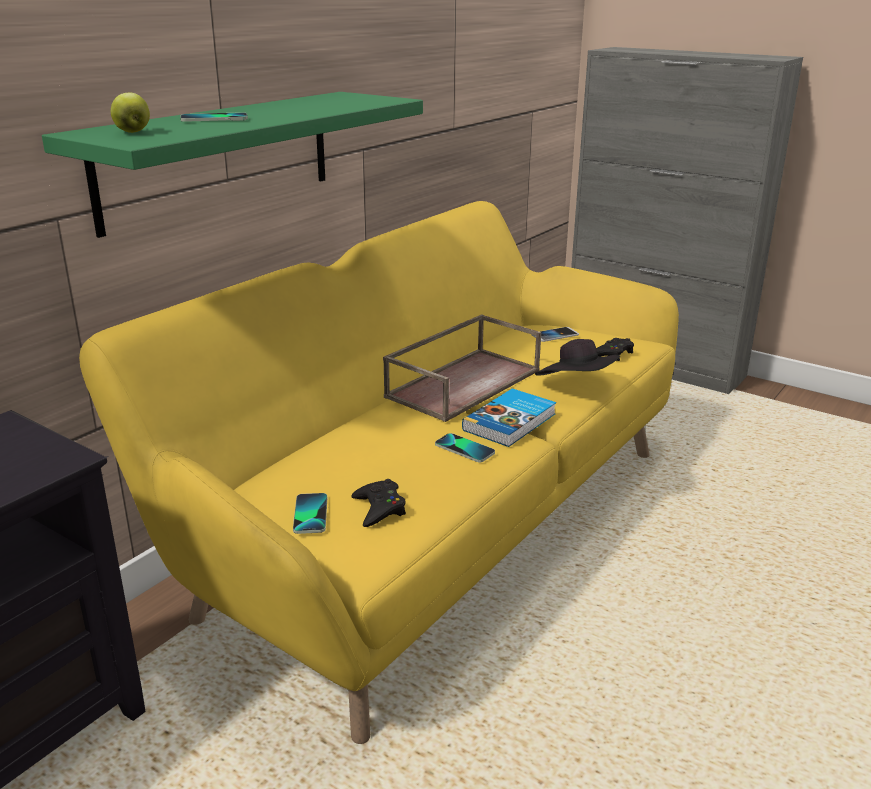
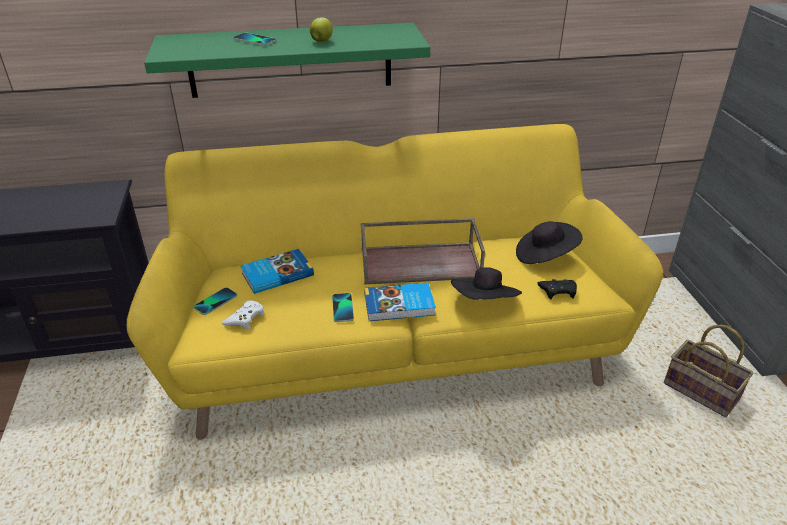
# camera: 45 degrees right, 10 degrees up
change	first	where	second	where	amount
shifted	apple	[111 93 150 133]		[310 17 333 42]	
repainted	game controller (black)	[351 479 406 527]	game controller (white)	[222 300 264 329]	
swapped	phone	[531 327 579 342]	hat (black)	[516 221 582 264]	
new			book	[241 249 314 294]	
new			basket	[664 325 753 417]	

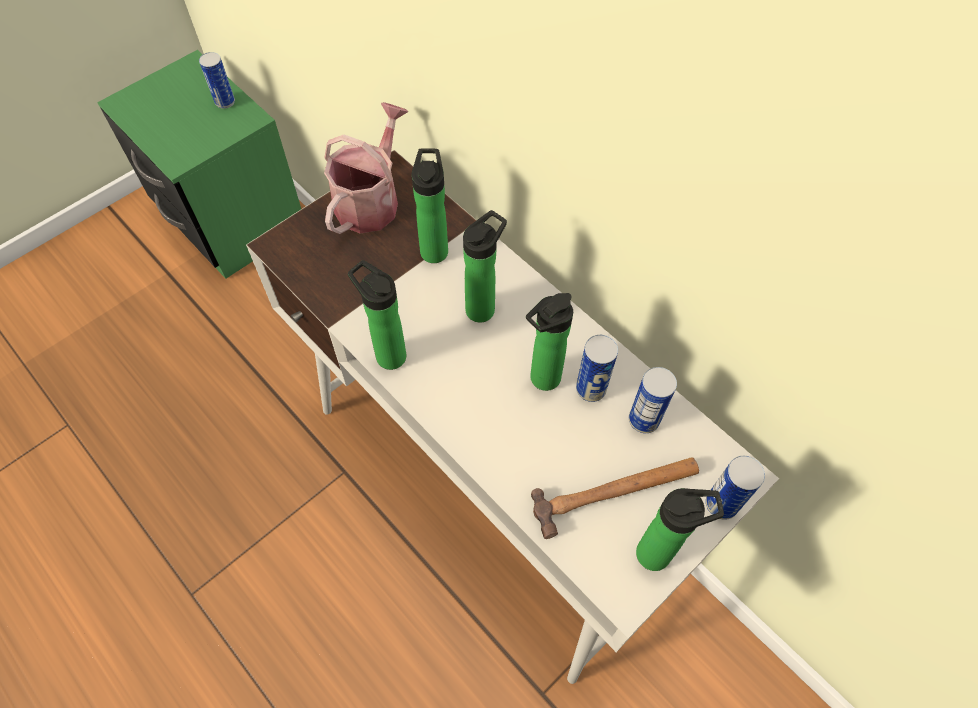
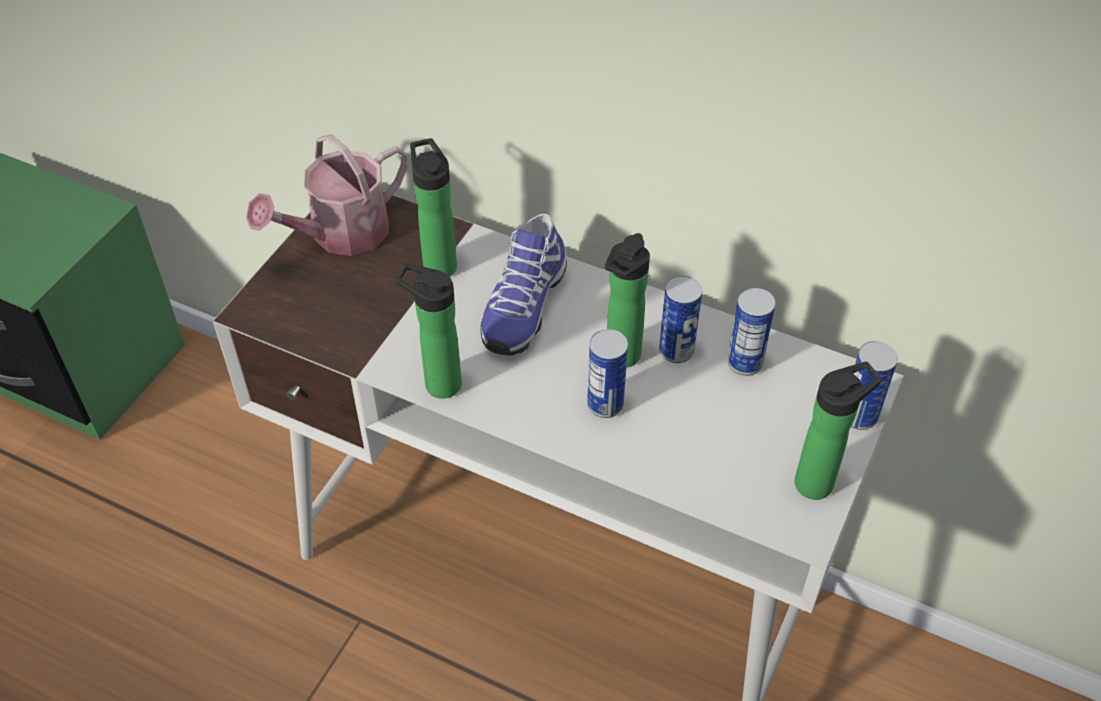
# camera: 20 degrees left, 10 degrees down
change	first	where	second	where	amount
shifted	can	[199 52 235 109]		[587 329 628 418]	
rotated	watering can	[324 102 409 234]		[246 134 408 256]	135 degrees counterclockwise
swapped	bottle	[463 210 507 323]	shoe	[480 213 567 355]	
gone	hammer	[531 457 699 539]			

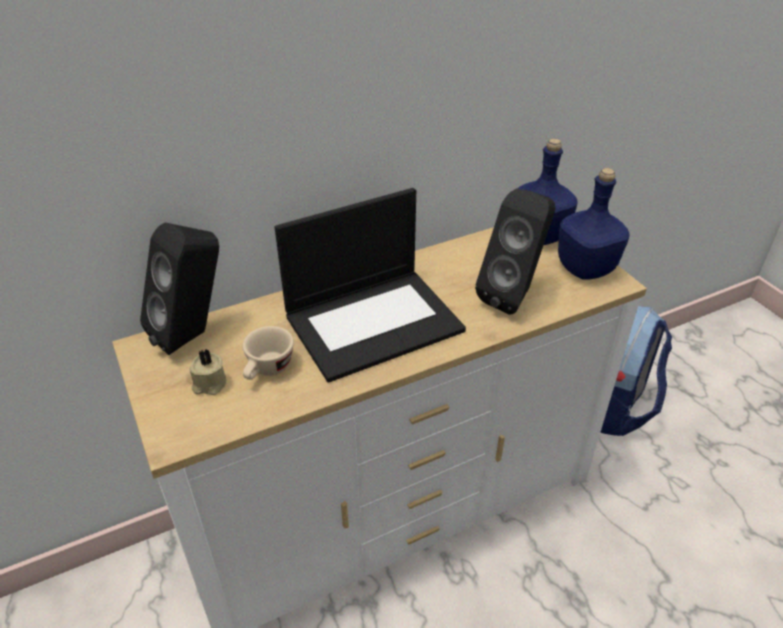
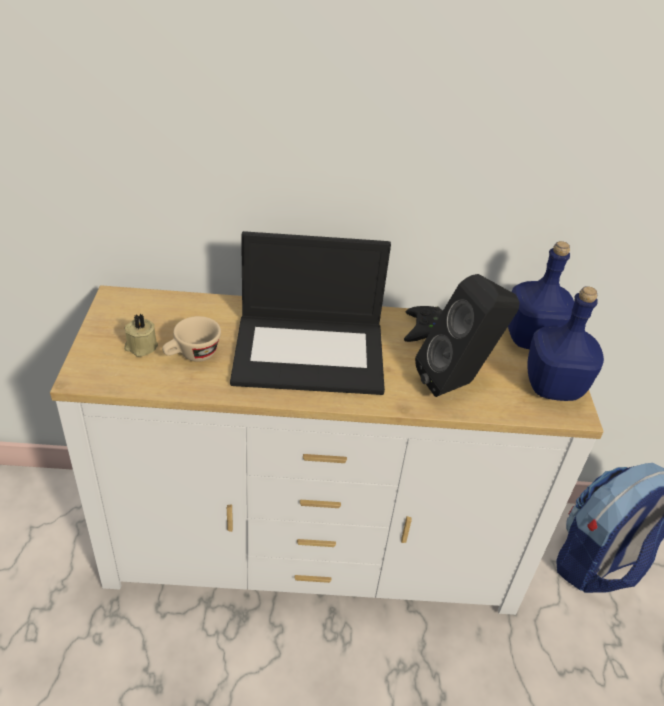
# camera: 25 degrees right, 0 degrees up
change	first	where	second	where	amount
gone	speaker (black)	[140 223 219 355]			
new			game controller (black)	[404 306 443 342]	

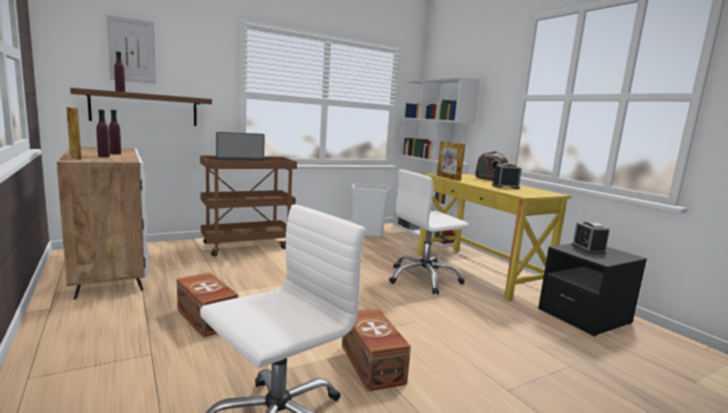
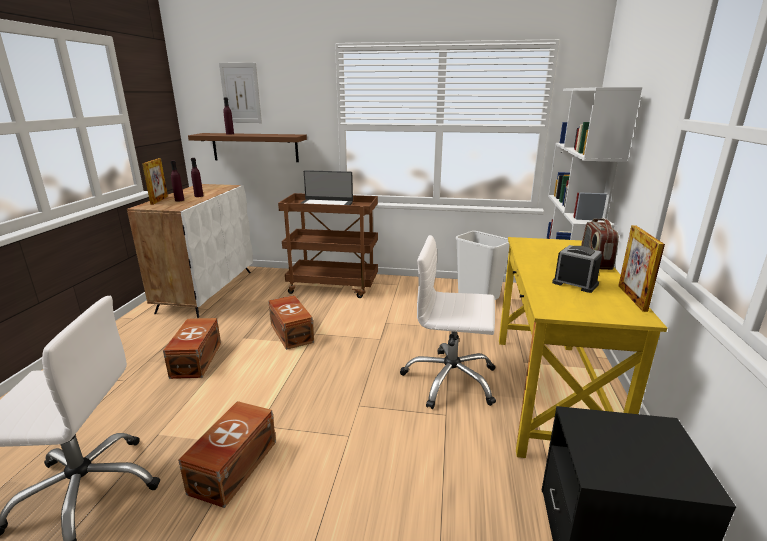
# camera: 40 degrees right, 10 degrees up
change	first	where	second	where	amount
shifted	picture frame	[437 141 465 181]		[618 225 665 312]	
gone	alarm clock	[572 222 610 254]			
new			storage box (brown)	[268 295 314 350]	

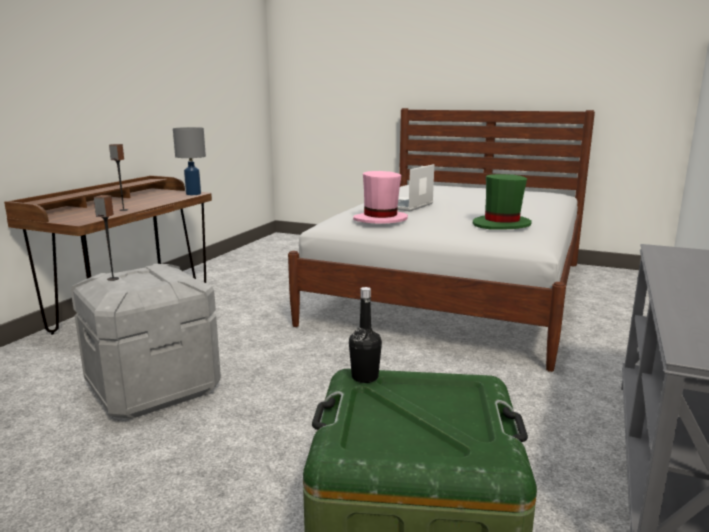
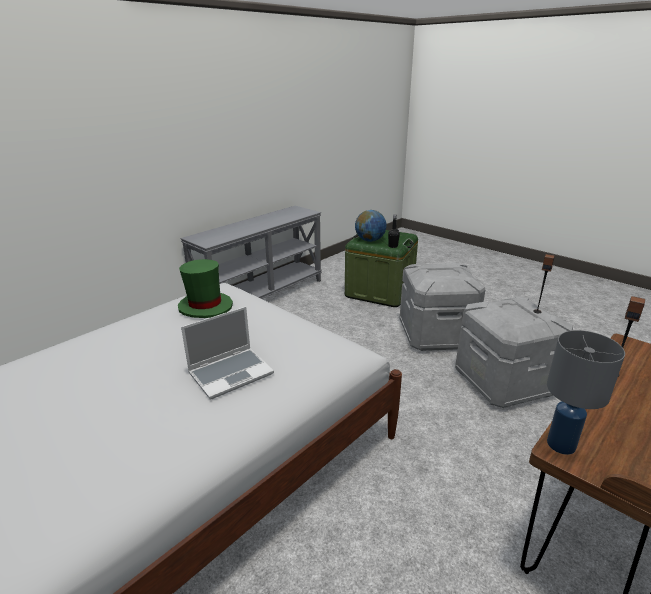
# camera: 160 degrees left, 10 degrees up
change	first	where	second	where	amount
gone	hat (pink)	[353 171 408 223]			
new			globe	[355 210 387 242]	
new			storage box (grey)	[399 262 485 351]	

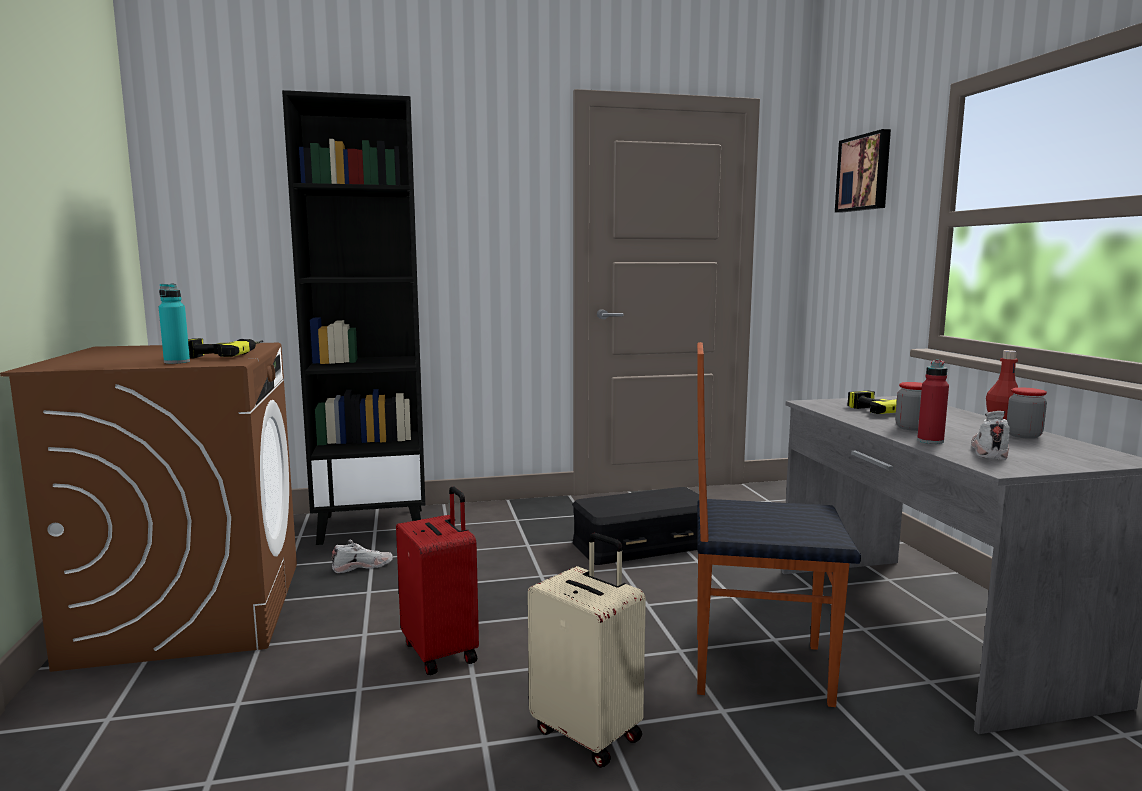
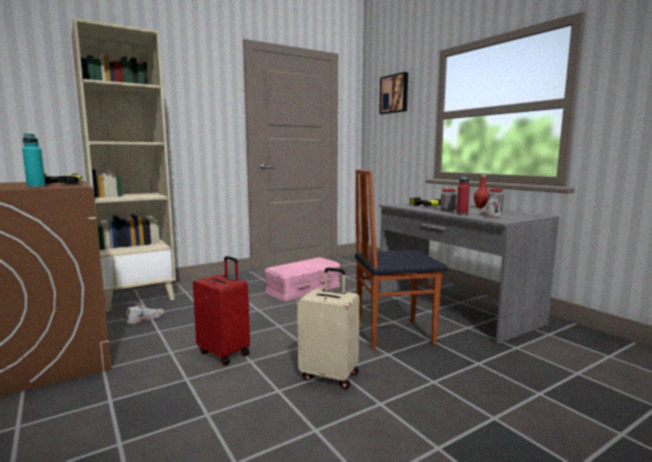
# camera: 20 degrees left, 0 degrees up
change	first	where	second	where	amount
repainted	bookcase (black)	[282 90 425 545]	bookcase (beige)	[71 18 176 312]	
repainted	storage box (black)	[572 487 699 565]	storage box (pink)	[265 257 340 301]	

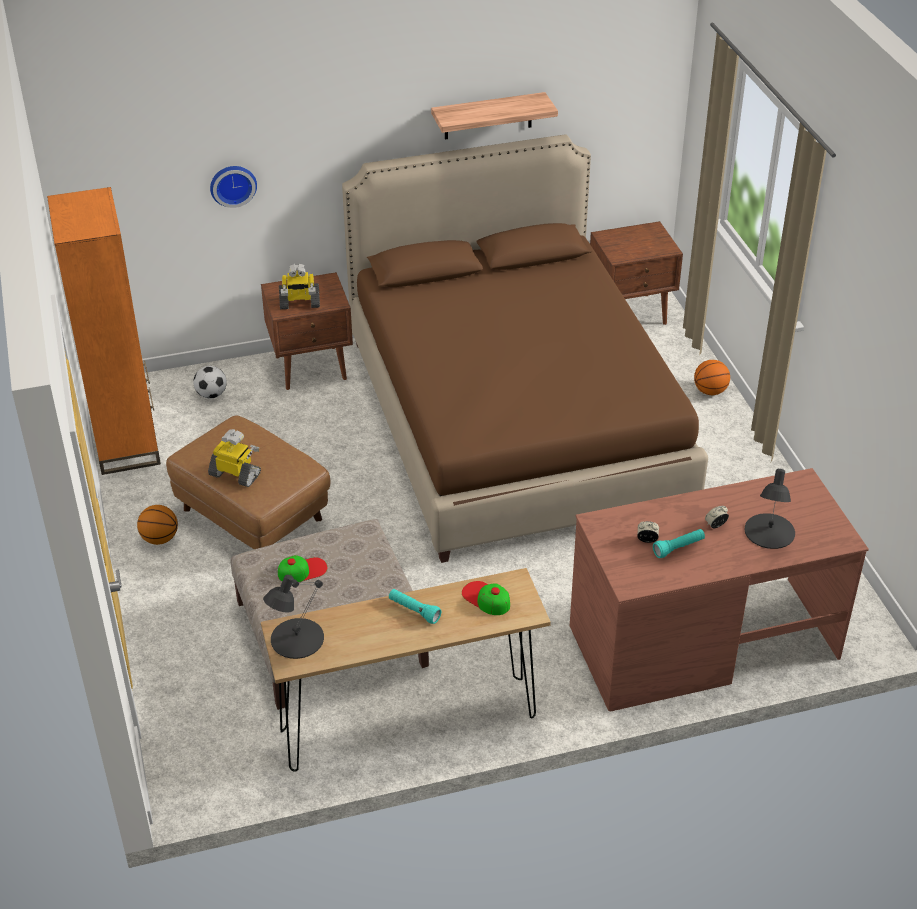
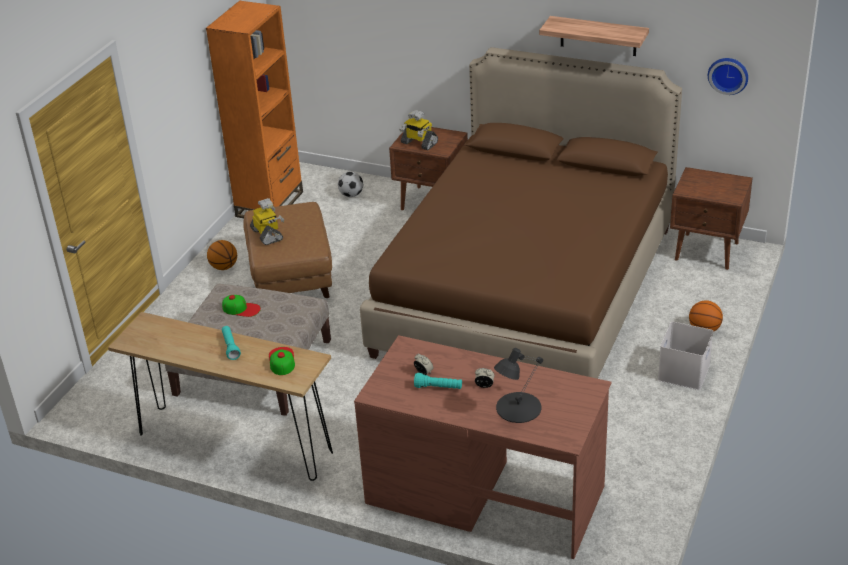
# camera: 40 degrees right, 5 degrees down
change	first	where	second	where	amount
shifted	wall clock	[210 166 257 208]		[708 58 748 95]	
gone	table lamp (black)	[263 575 324 659]			
new			storage box (white)	[658 321 713 390]	

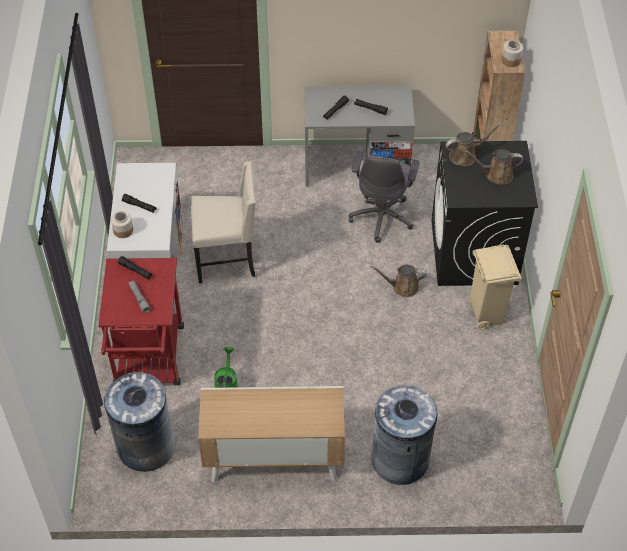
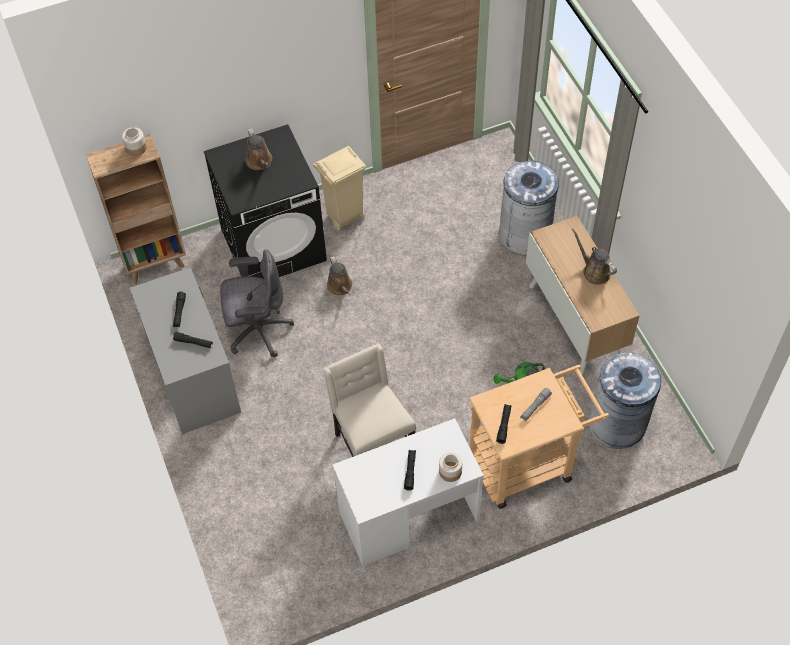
# camera: 110 degrees left, 5 degrees up
change	first	where	second	where	amount
repainted	cart (red)	[99 258 184 385]	cart (beige)	[469 365 609 509]	
shifted	watering can (brown)	[445 123 502 166]		[572 228 617 285]	

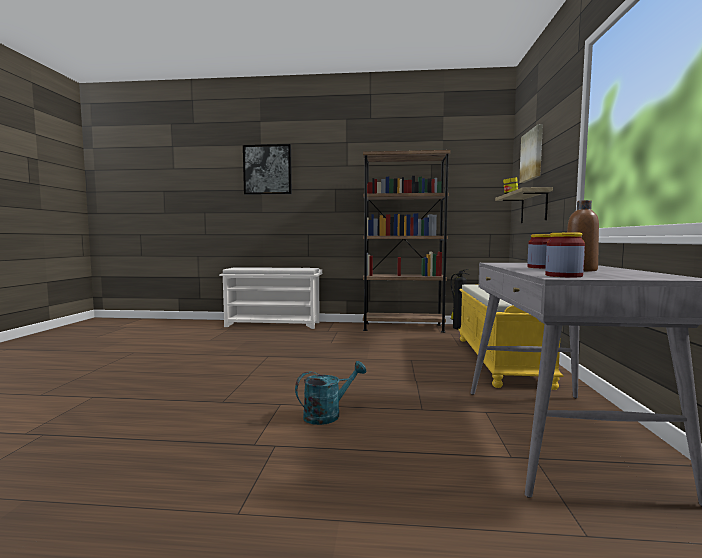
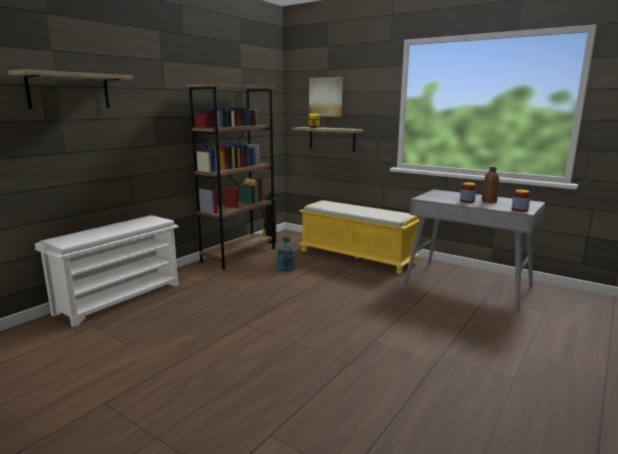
# camera: 60 degrees left, 10 degrees up
change	first	where	second	where	amount
swapped	picture	[243 144 292 195]	shelf	[8 69 133 109]	
shifted	watering can (turquoise)	[295 361 367 425]		[277 237 295 272]	

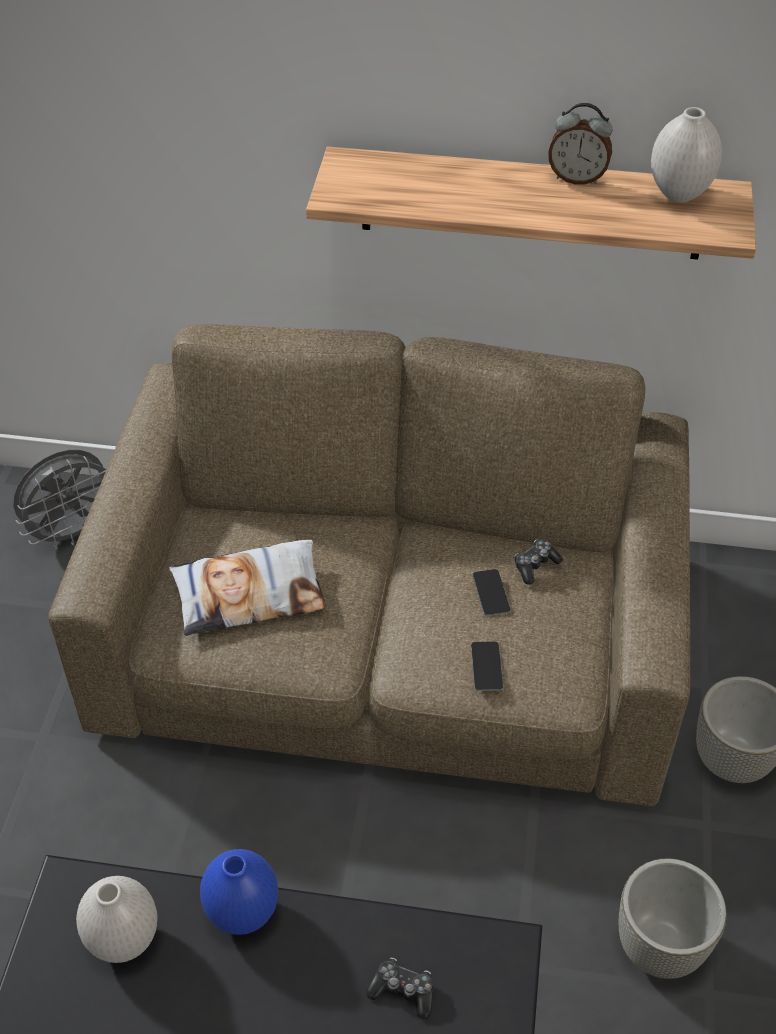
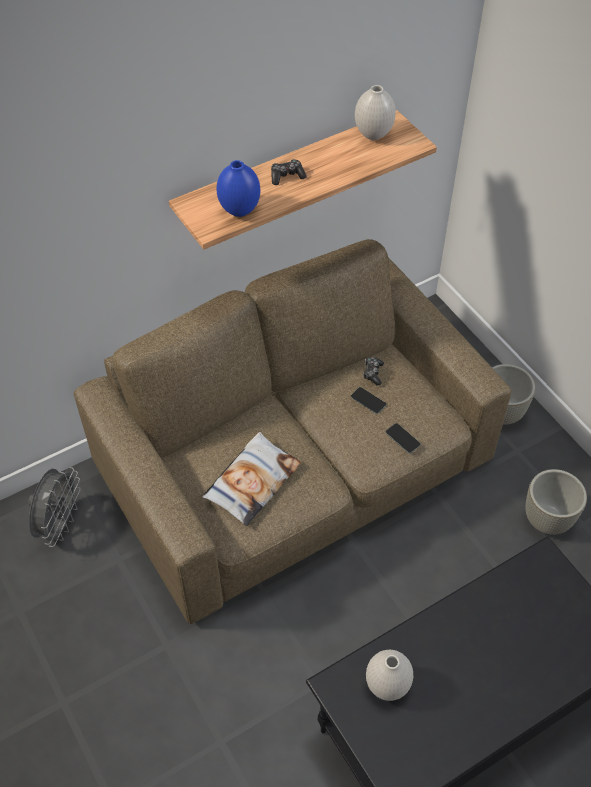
# camera: 40 degrees left, 5 degrees up
change	first	where	second	where	amount
shifted	vase (blue)	[200 849 278 935]		[216 160 260 217]	
shifted	game controller	[366 957 433 1020]		[271 159 307 185]	
gone	alarm clock	[548 103 612 185]			

